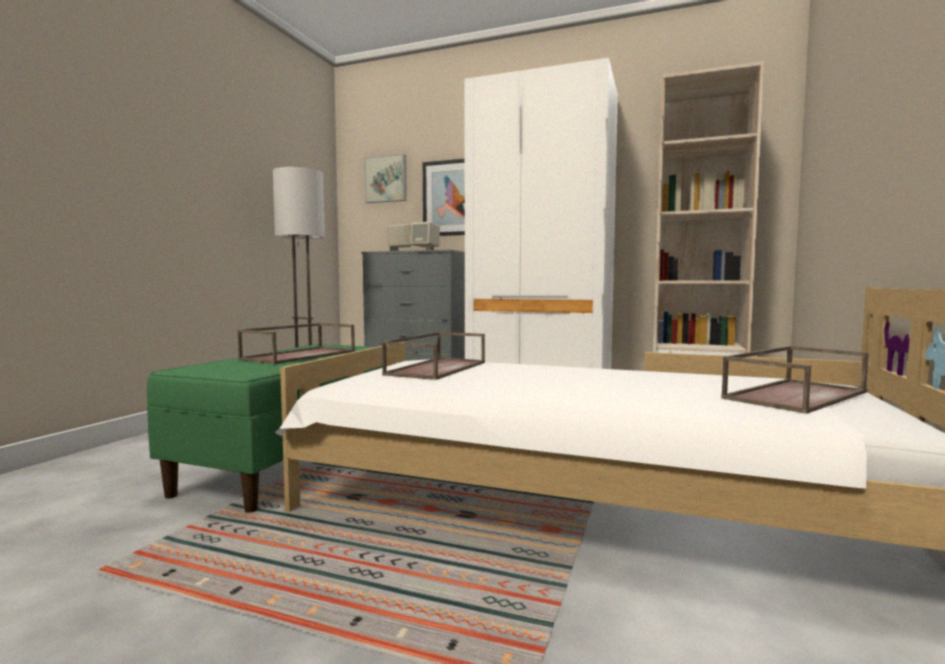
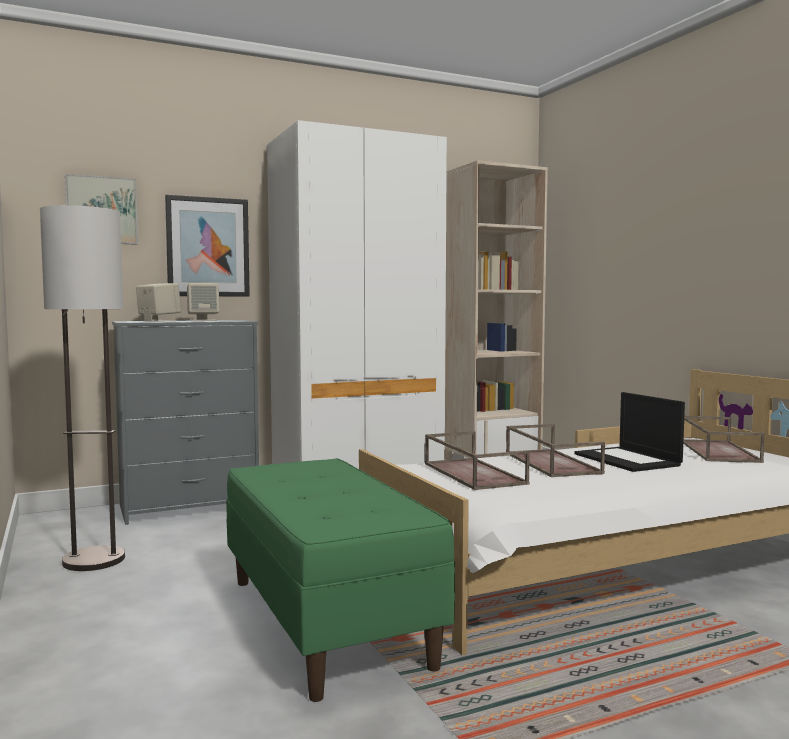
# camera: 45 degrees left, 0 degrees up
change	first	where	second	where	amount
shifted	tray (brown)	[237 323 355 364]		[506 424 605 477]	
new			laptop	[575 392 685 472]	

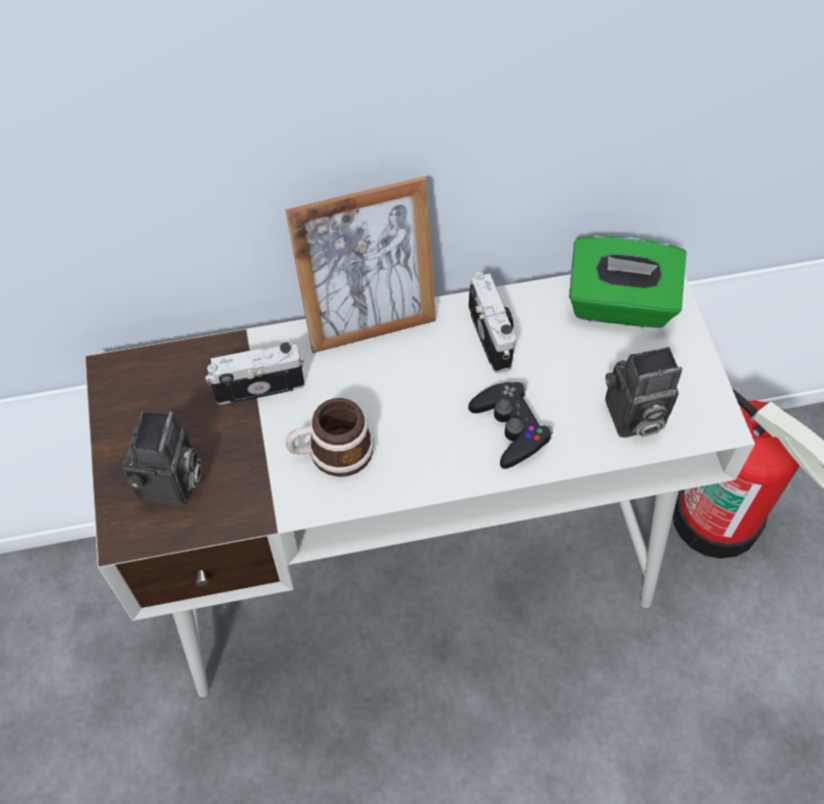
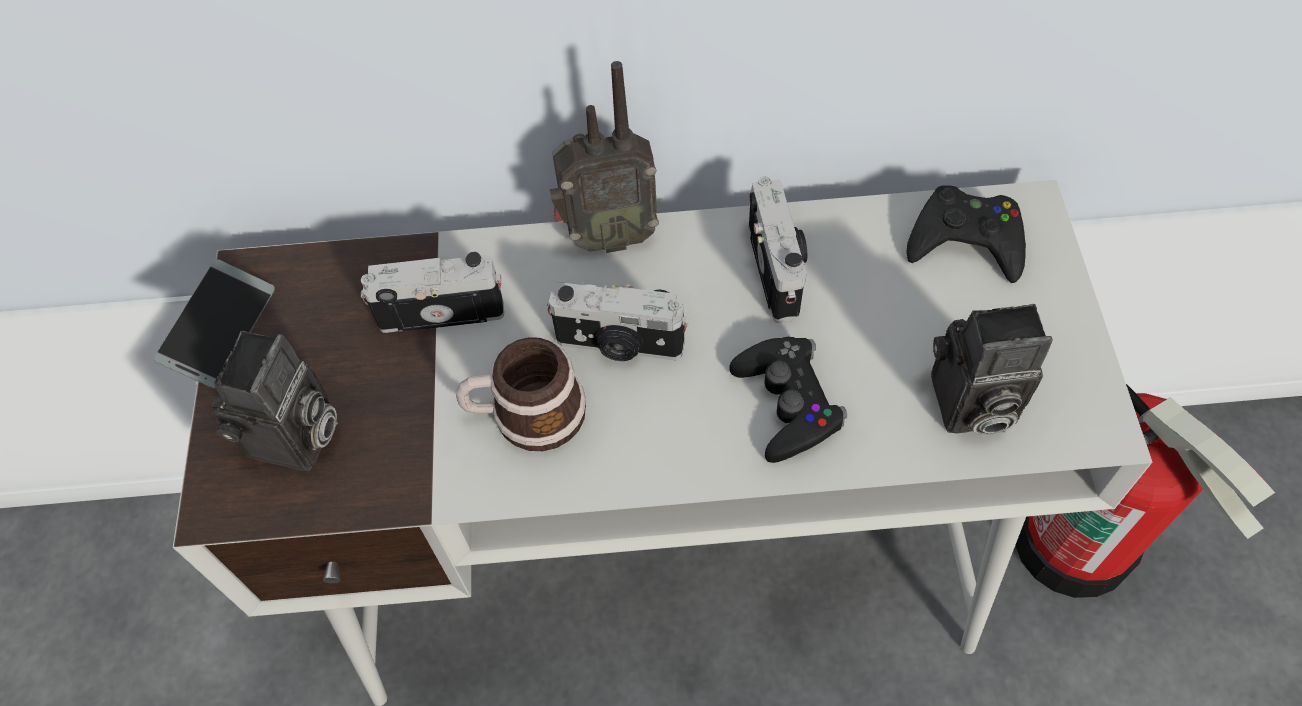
# camera: 10 degrees right, 0 degrees up
change	first	where	second	where	amount
swapped	picture frame	[285 176 436 353]	radio	[550 61 659 253]	
swapped	tissue box (green)	[569 235 687 328]	game controller (black)	[906 185 1026 283]	
new			phone	[154 259 275 389]	
new			photo camera	[547 282 689 361]	

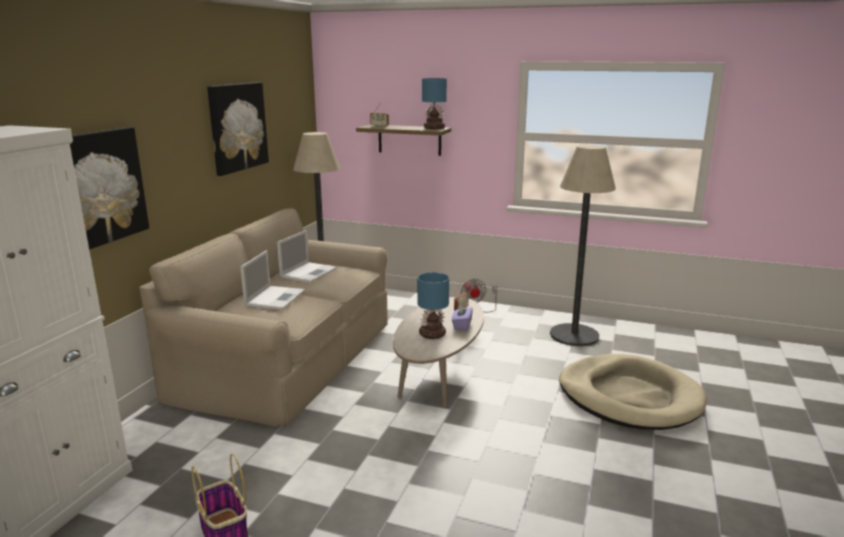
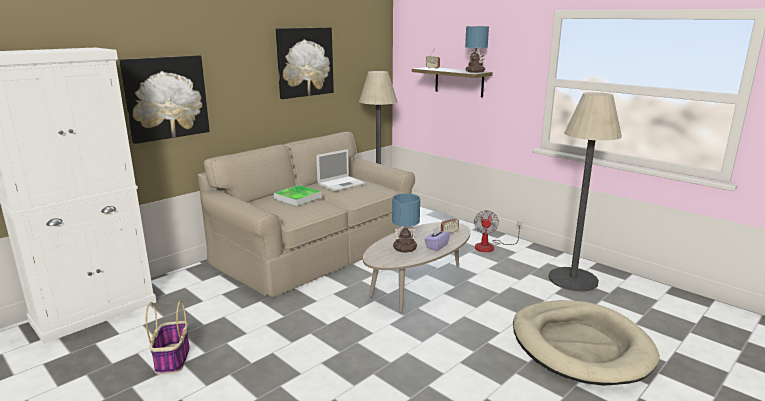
# camera: 25 degrees right, 0 degrees up
change	first	where	second	where	amount
swapped	laptop	[240 250 305 310]	tray	[274 185 322 206]	

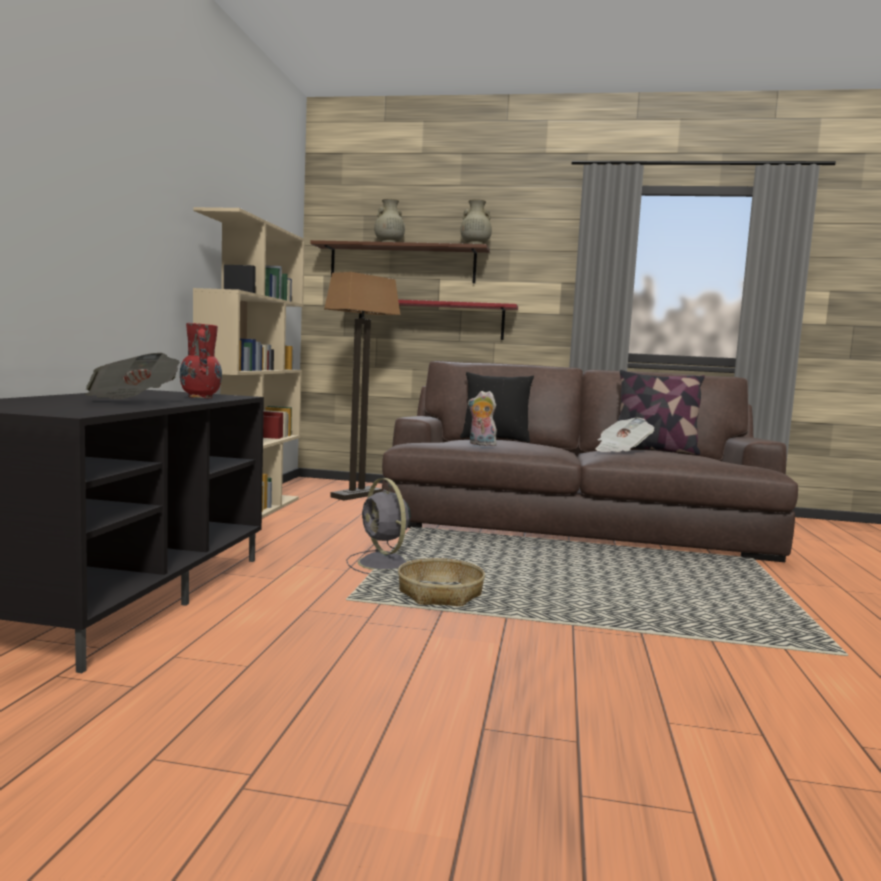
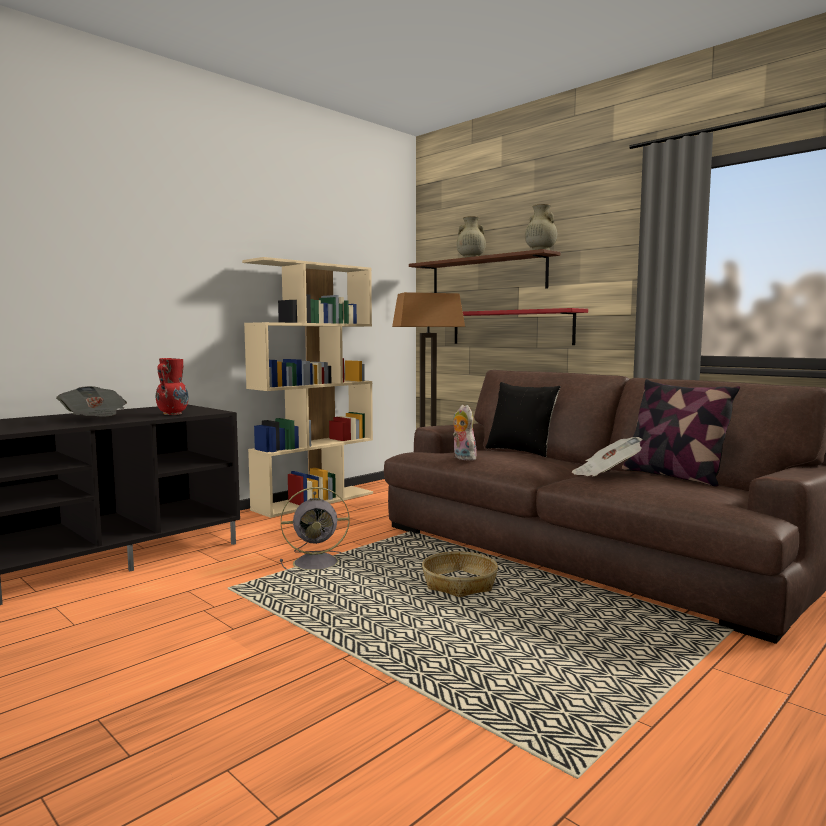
# camera: 35 degrees right, 0 degrees up
change	first	where	second	where	amount
rotated	fan (grey)	[346 478 415 574]		[280 487 350 574]	105 degrees counterclockwise
shifted	basket	[398 558 485 606]		[422 551 498 597]	

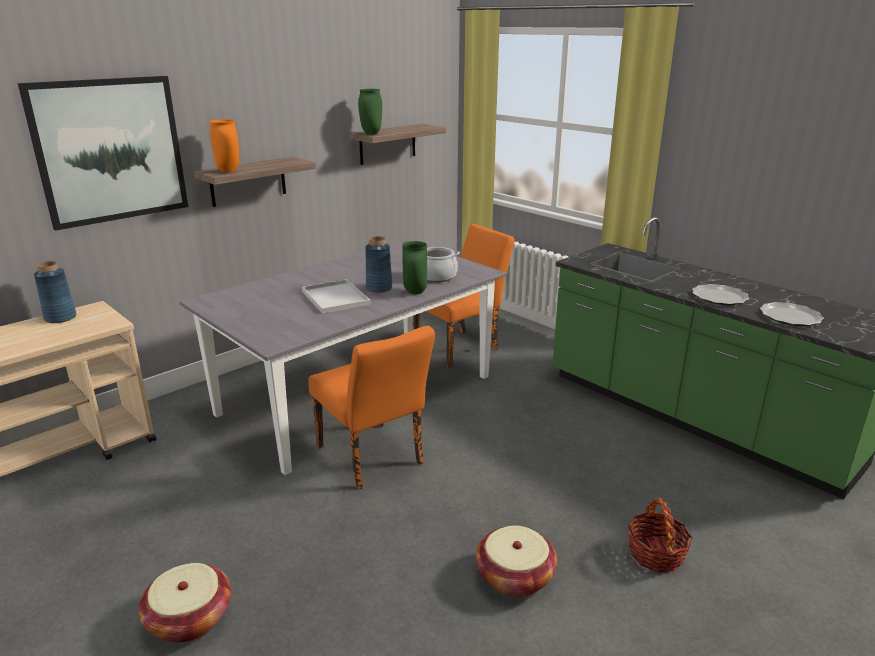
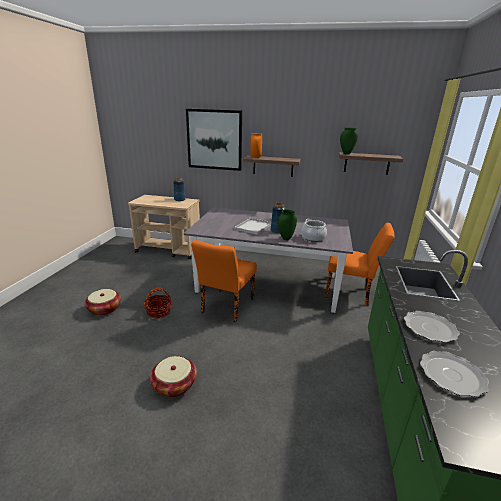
# camera: 55 degrees right, 0 degrees up
change	first	where	second	where	amount
shifted	basket	[628 497 693 572]		[144 287 171 319]	

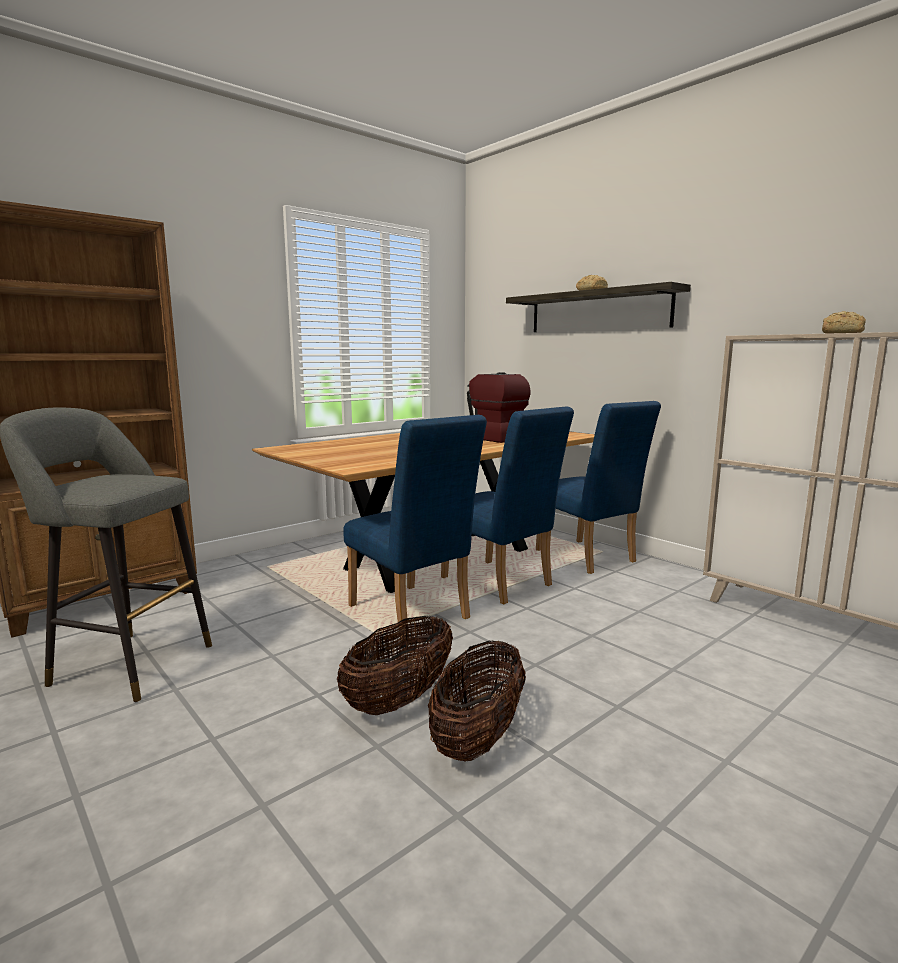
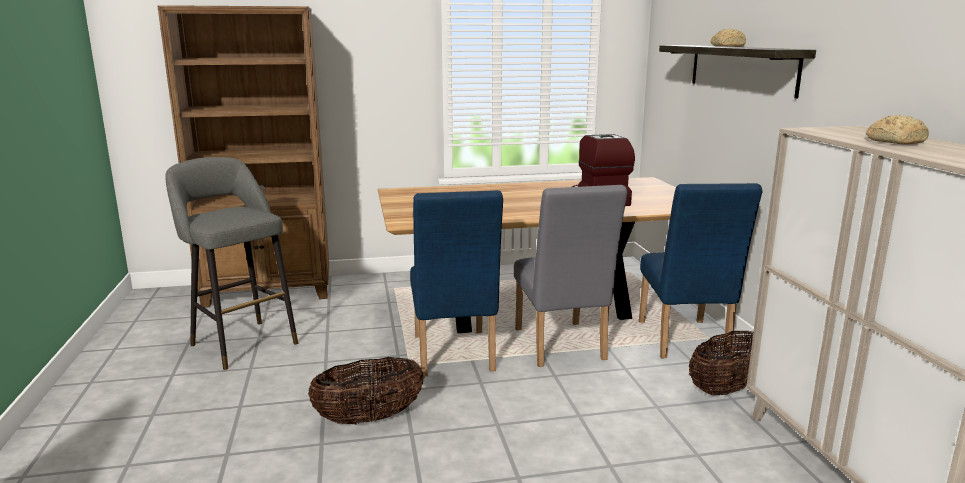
# camera: 30 degrees right, 5 degrees up
change	first	where	second	where	amount
shifted	basket	[428 640 526 761]		[689 331 753 396]	
repainted	chair (blue)	[441 406 574 604]	chair (grey)	[514 185 627 367]	

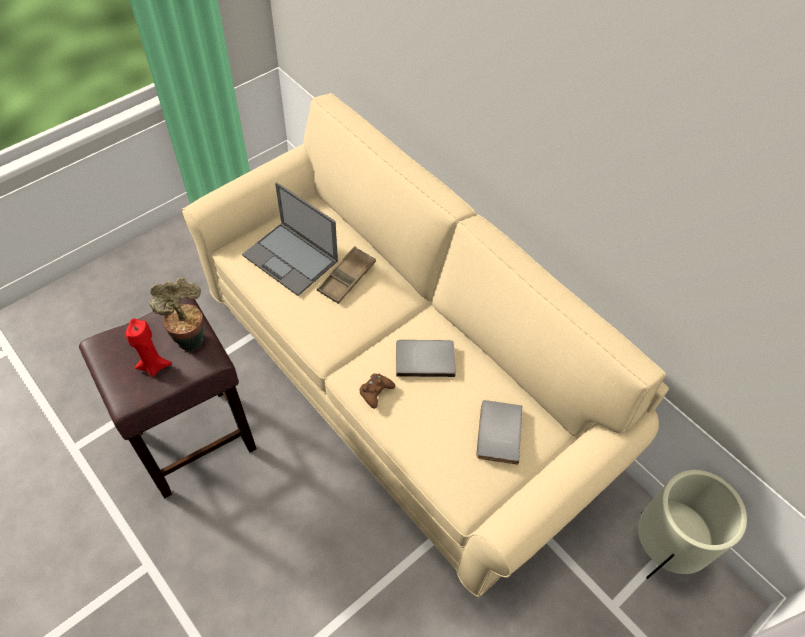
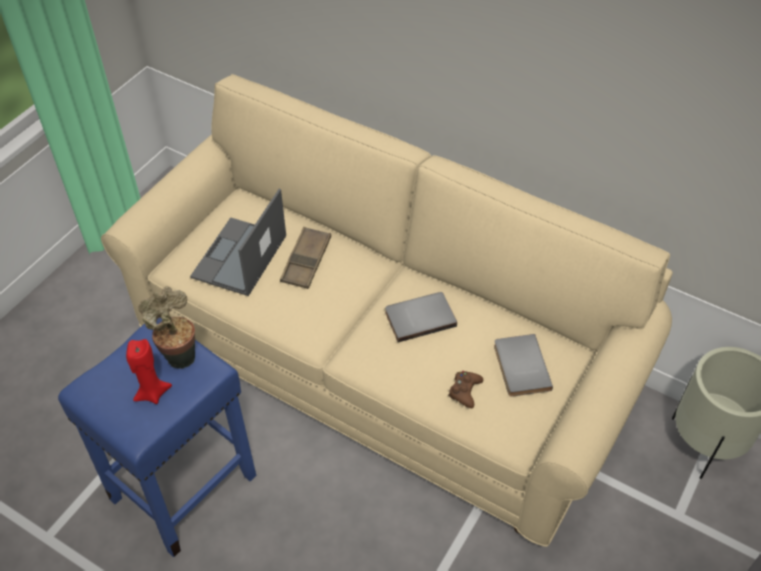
# camera: 15 degrees left, 5 degrees down
change	first	where	second	where	amount
repainted	stool (brown)	[79 298 257 499]	stool (blue)	[58 318 257 557]	
rotated	laptop	[242 182 338 296]		[190 189 286 296]	90 degrees clockwise
shifted	game controller (brown)	[359 373 395 409]		[448 371 483 408]	

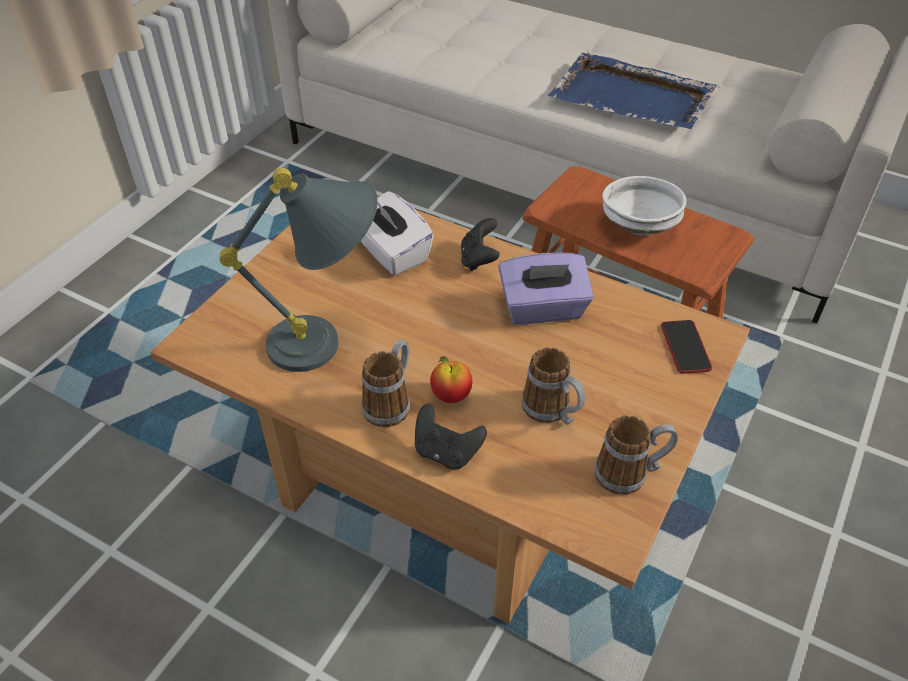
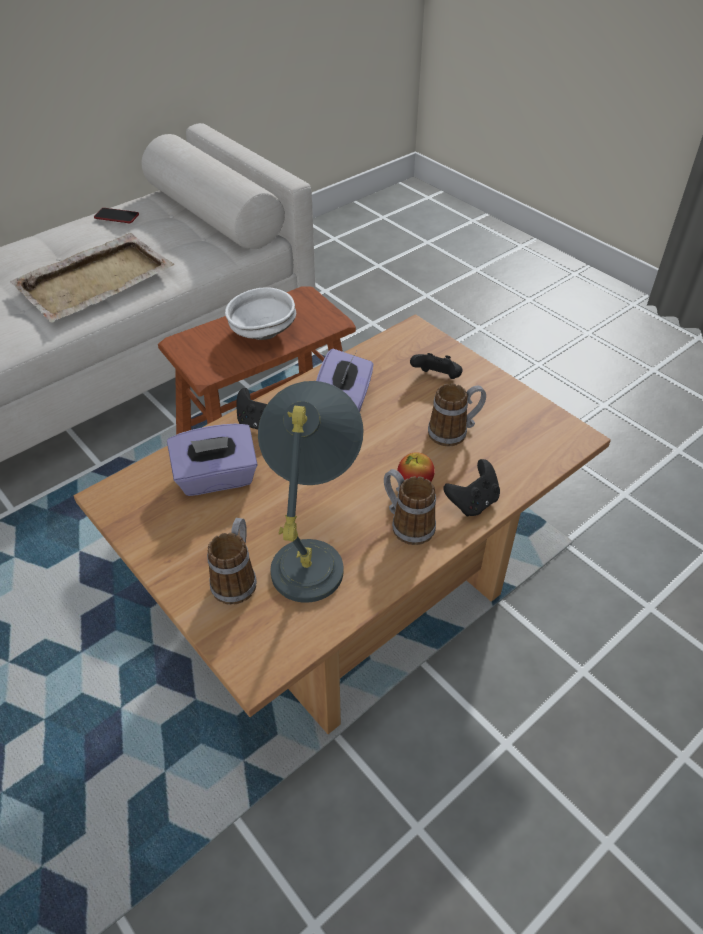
# camera: 70 degrees left, 0 degrees up
change	first	where	second	where	amount
repainted	tissue box (white)	[361 191 434 276]	tissue box (purple)	[167 424 258 496]	
repainted	tray (blue)	[548 53 717 129]	tray (beige)	[10 233 174 322]	
shifted	mug	[595 415 678 495]		[207 518 257 605]	
shifted	phone	[661 320 712 374]		[94 208 139 223]	
new			game controller (black)	[410 353 463 379]	

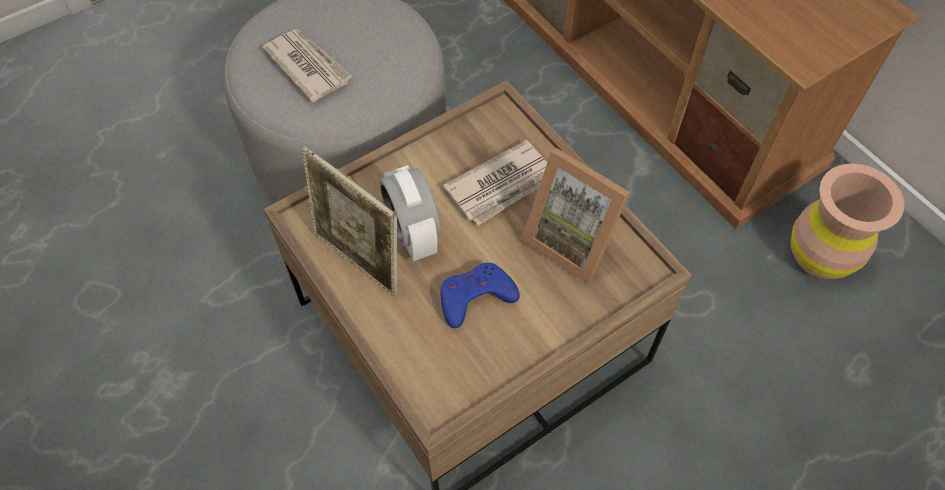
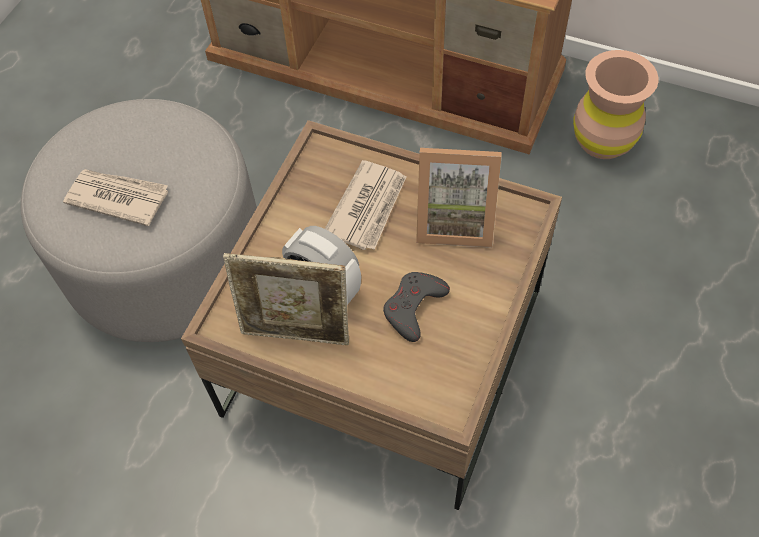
# camera: 30 degrees left, 0 degrees up
change	first	where	second	where	amount
repainted	game controller (blue)	[441 263 520 328]	game controller (grey)	[383 272 450 342]	

